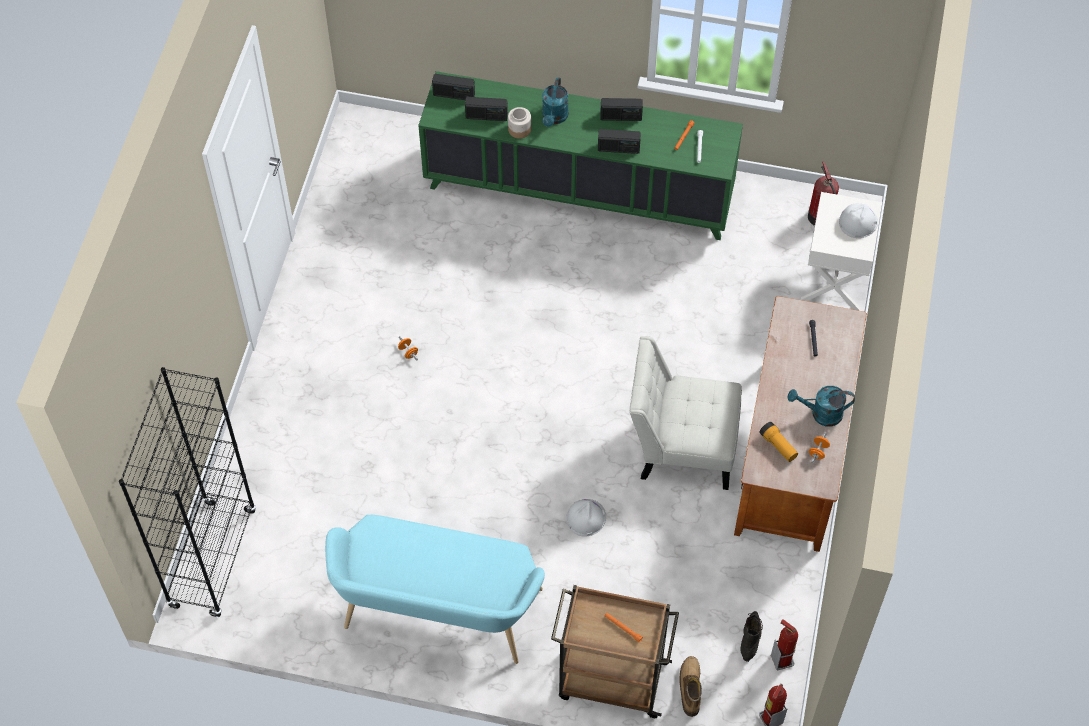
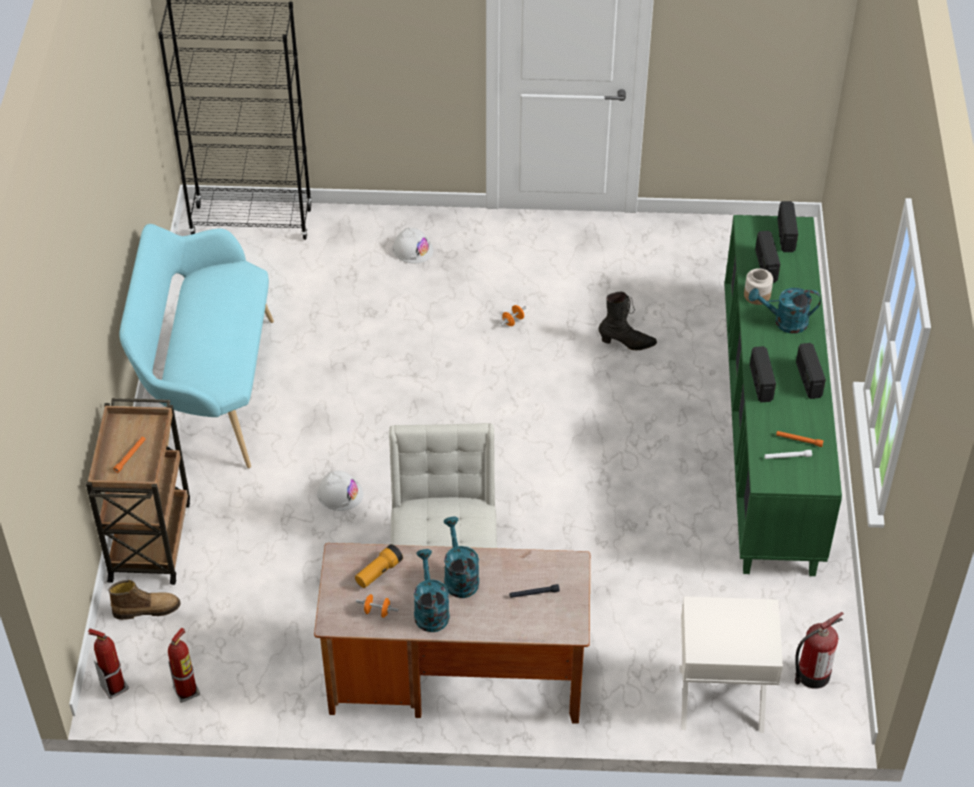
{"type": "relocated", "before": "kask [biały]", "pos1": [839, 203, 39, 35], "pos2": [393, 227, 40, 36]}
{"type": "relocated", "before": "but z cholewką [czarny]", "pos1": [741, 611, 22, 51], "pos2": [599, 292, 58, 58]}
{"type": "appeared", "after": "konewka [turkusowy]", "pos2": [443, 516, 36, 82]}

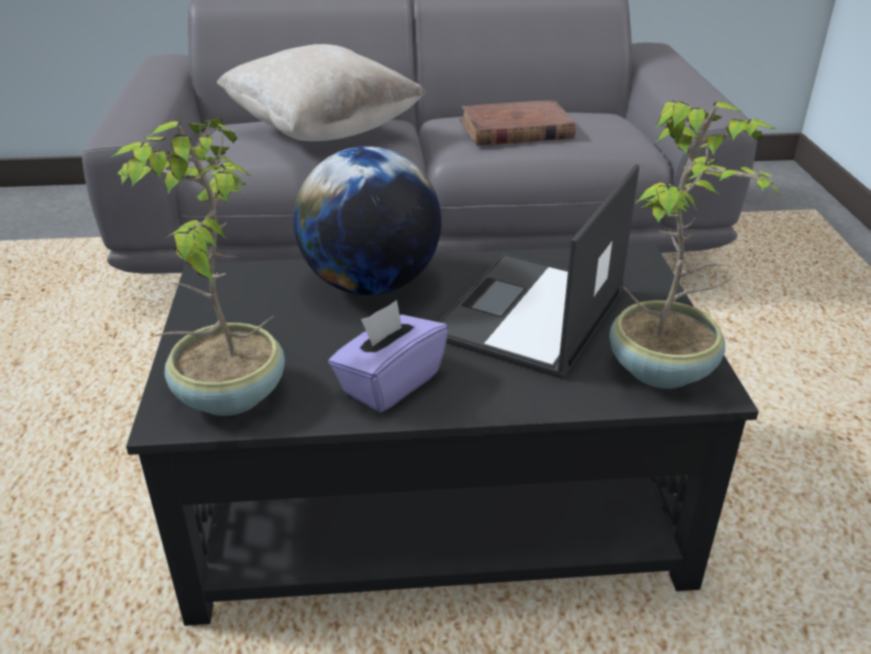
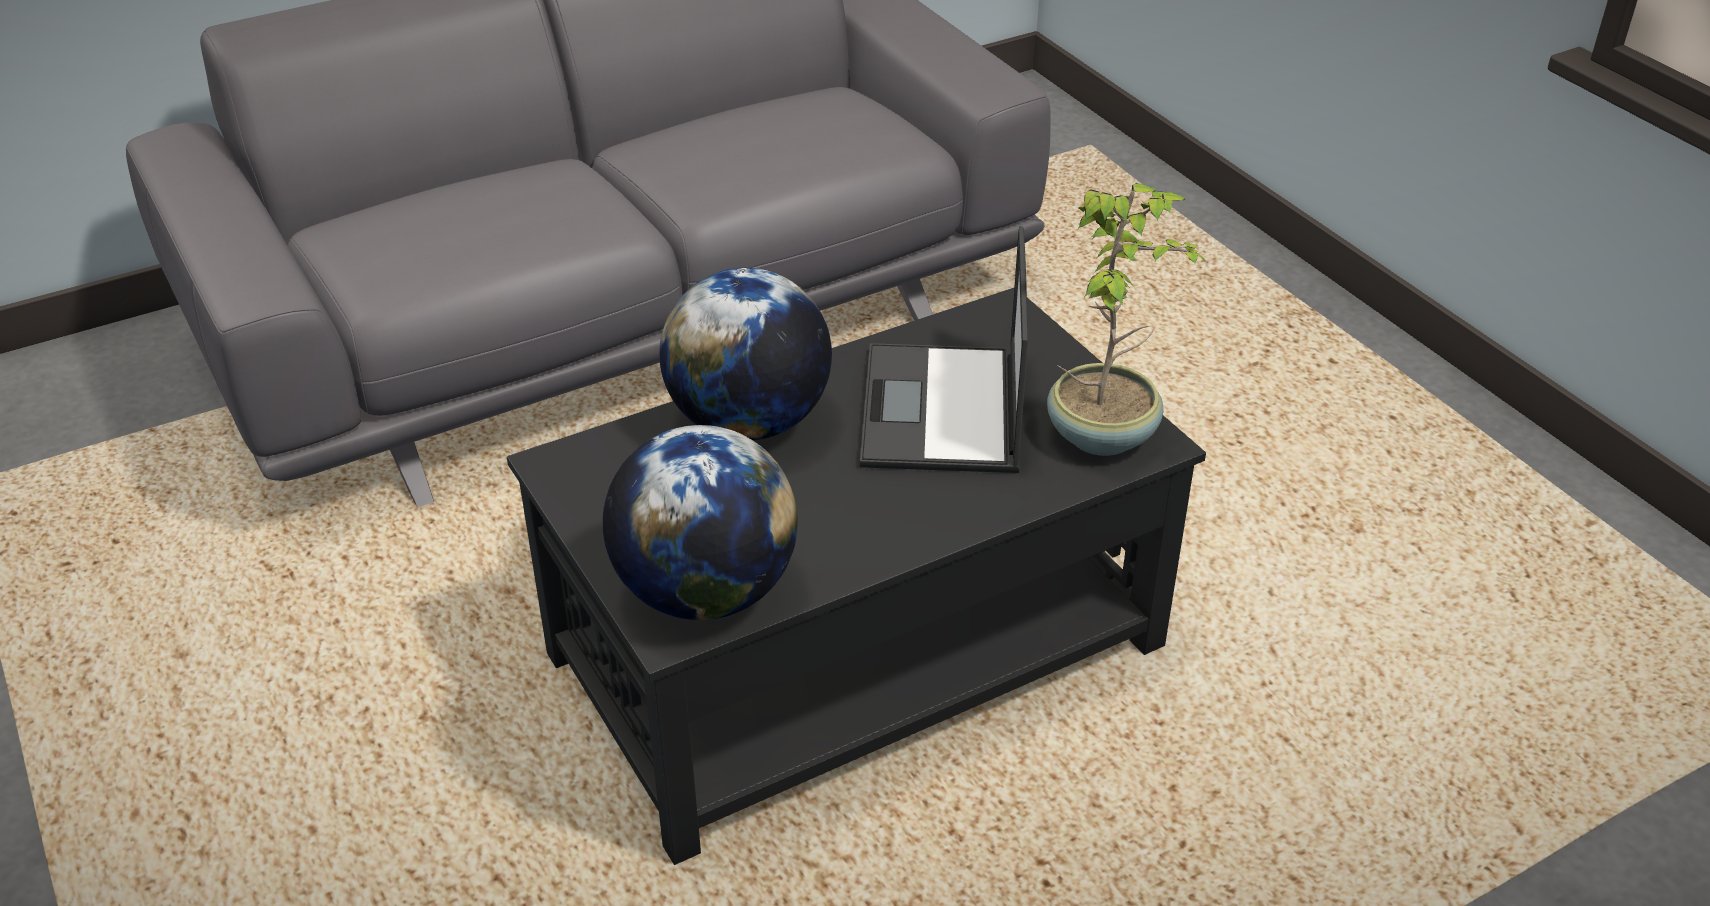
{"type": "missing", "before": "poduszka [beżowy]", "pos1": [217, 44, 209, 97]}
{"type": "missing", "before": "książka [brązowy]", "pos1": [459, 100, 117, 46]}
{"type": "exchanged", "before": "roślina doniczkowa", "after": "globus", "pos1": [112, 118, 173, 298], "pos2": [603, 425, 195, 195]}
{"type": "missing", "before": "pudełko chusteczek [fioletowy]", "pos1": [328, 300, 121, 113]}

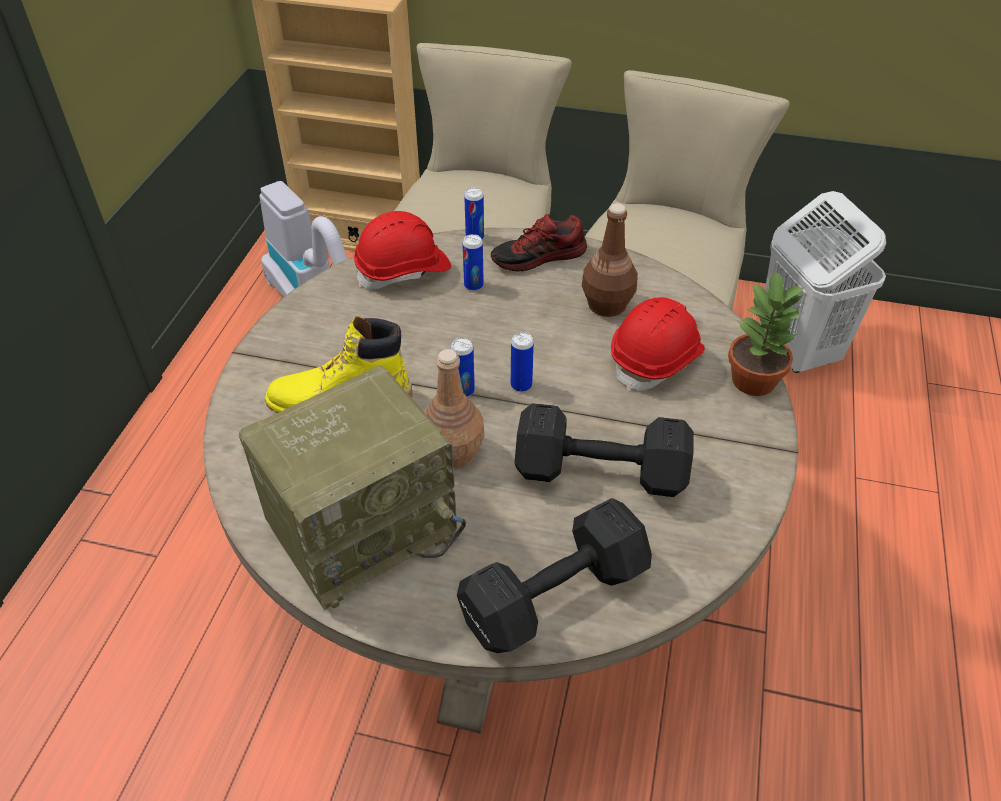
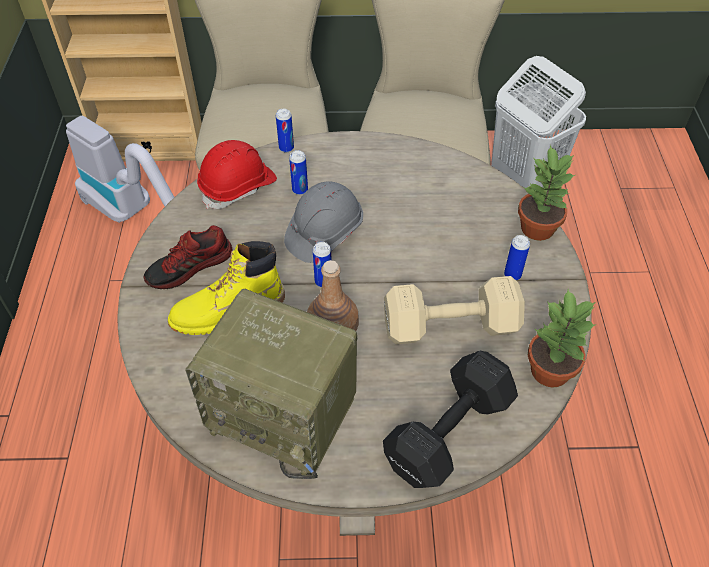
{"type": "missing", "before": "butelka [brązowy]", "pos1": [582, 203, 56, 114]}
{"type": "relocated", "before": "but", "pos1": [491, 214, 96, 57], "pos2": [143, 225, 90, 64]}
{"type": "missing", "before": "kask [czerwony]", "pos1": [611, 297, 94, 94]}
{"type": "relocated", "before": "puszka", "pos1": [511, 332, 23, 60], "pos2": [504, 235, 26, 45]}
{"type": "spun", "before": "radio", "pos1": [239, 365, 227, 245], "pos2": [185, 289, 172, 190], "turn": 75}
{"type": "colour", "before": "hantel [czarny]", "after": "hantel [beżowy]", "pos1": [515, 403, 179, 94], "pos2": [384, 276, 141, 68]}
{"type": "appeared", "after": "kask [szary]", "pos2": [284, 181, 79, 82]}
{"type": "appeared", "after": "roślina doniczkowa", "pos2": [528, 289, 68, 99]}

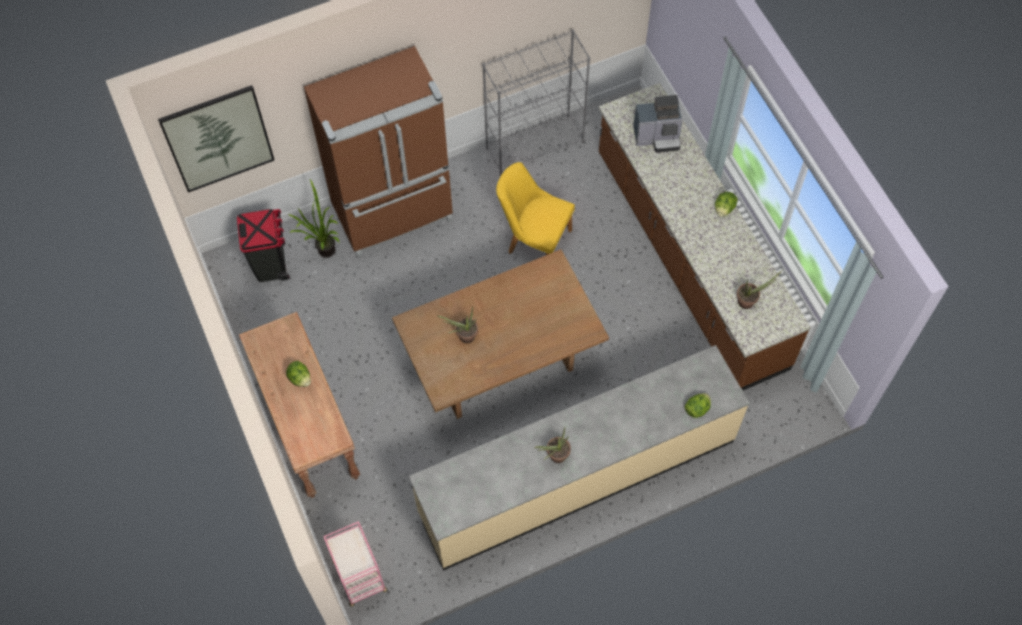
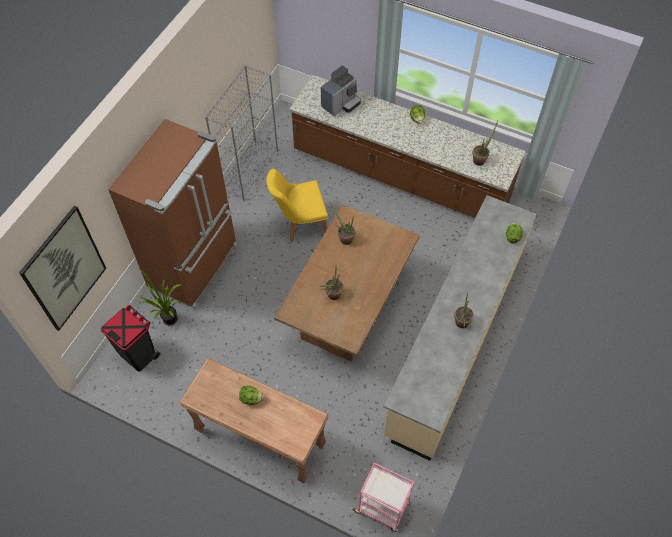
{"type": "appeared", "after": "roślina doniczkowa", "pos2": [330, 203, 25, 42]}

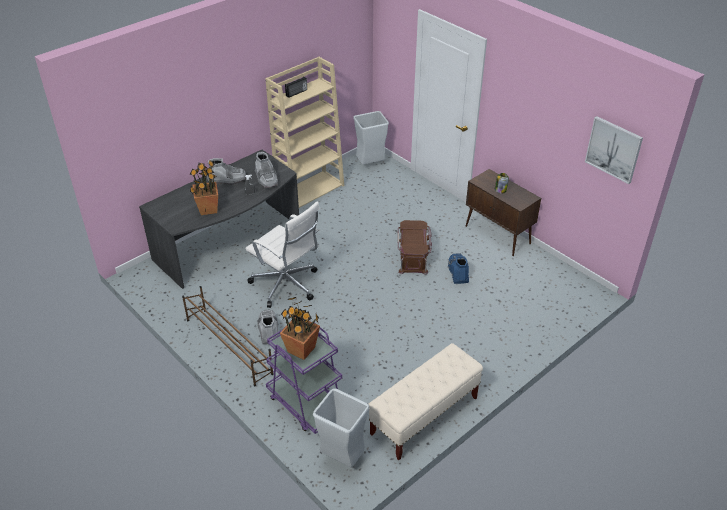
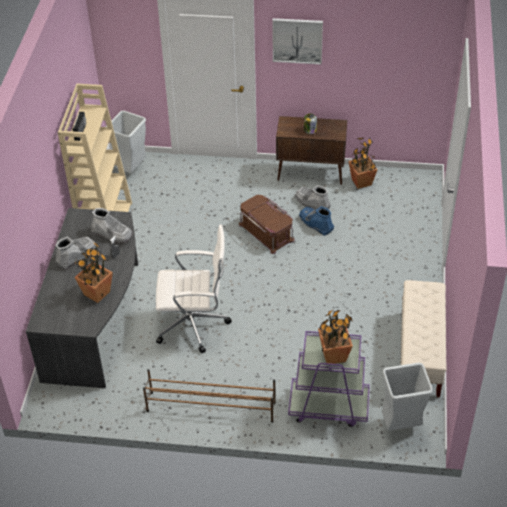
{"type": "relocated", "before": "obraz", "pos1": [585, 116, 58, 68], "pos2": [272, 18, 51, 46]}
{"type": "relocated", "before": "but z cholewką [szary]", "pos1": [257, 310, 21, 35], "pos2": [295, 185, 36, 24]}
{"type": "appeared", "after": "roślina doniczkowa", "pos2": [348, 138, 30, 51]}

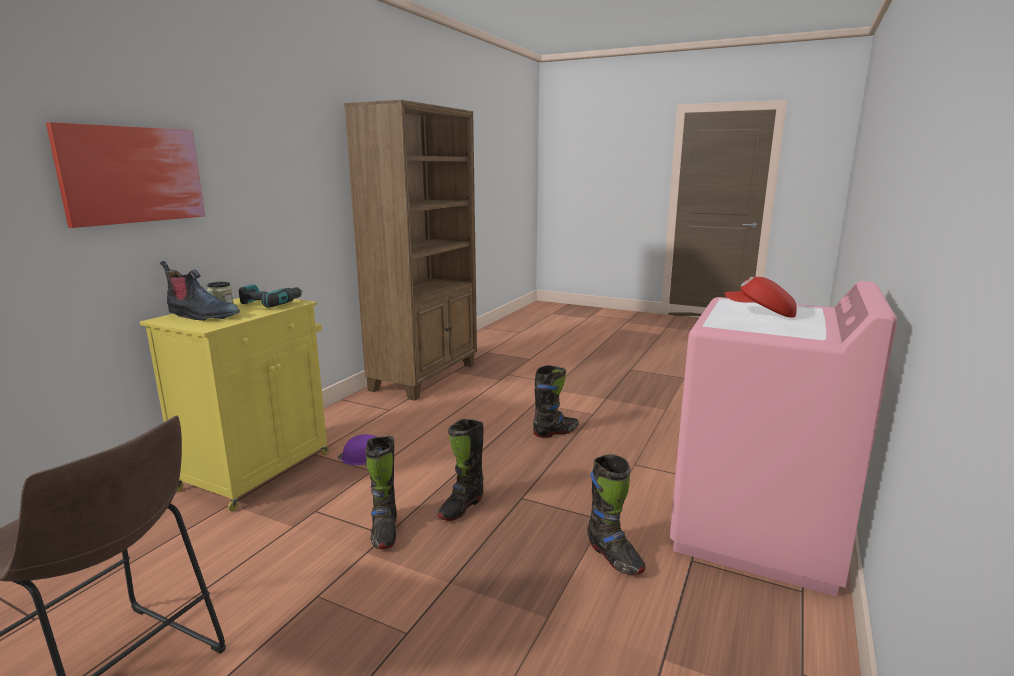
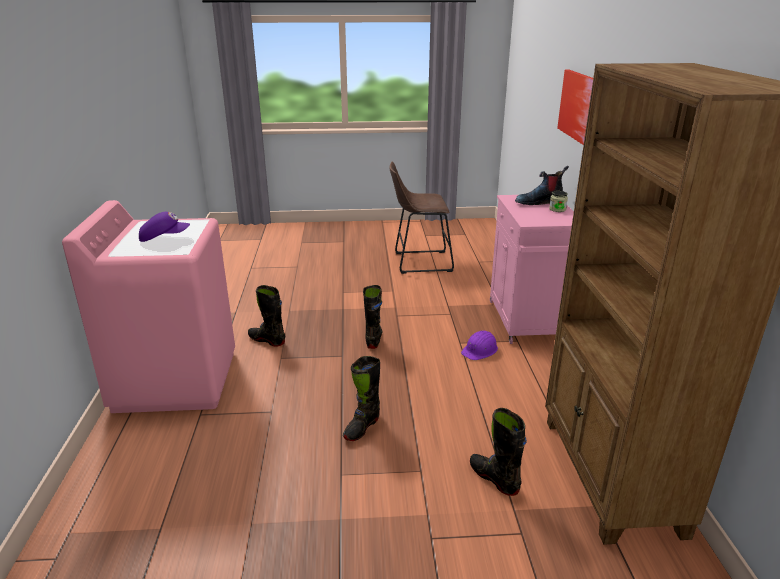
{"type": "colour", "before": "czapka z daszkiem [czerwony]", "after": "czapka z daszkiem [fioletowy]", "pos1": [724, 276, 73, 42], "pos2": [139, 212, 51, 30]}
{"type": "missing", "before": "wiertarka", "pos1": [239, 285, 64, 23]}
{"type": "colour", "before": "szafka [żółty]", "after": "szafka [różowy]", "pos1": [140, 298, 189, 213], "pos2": [490, 195, 84, 149]}
{"type": "relocated", "before": "but z cholewką [czarny]", "pos1": [365, 436, 32, 113], "pos2": [470, 408, 57, 88]}

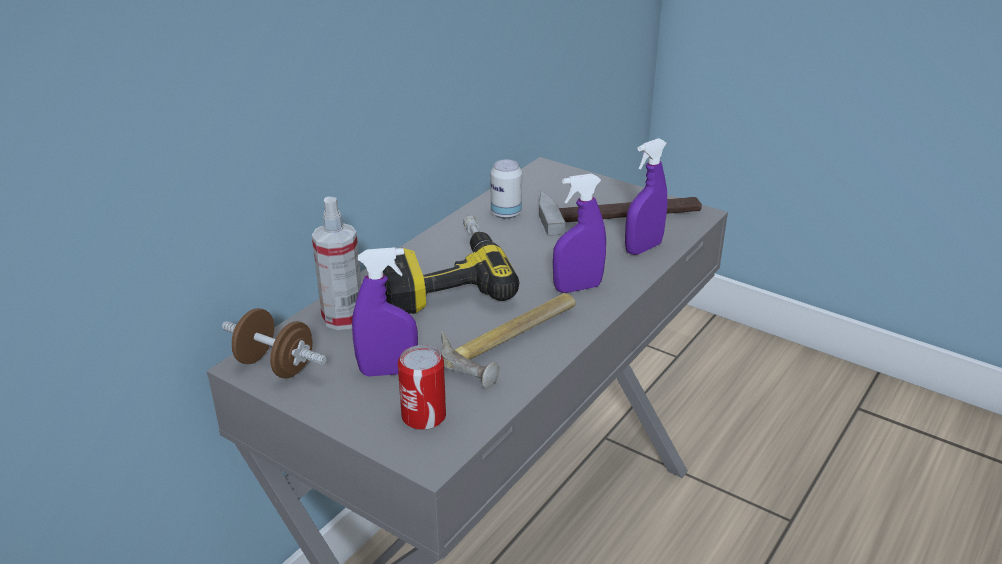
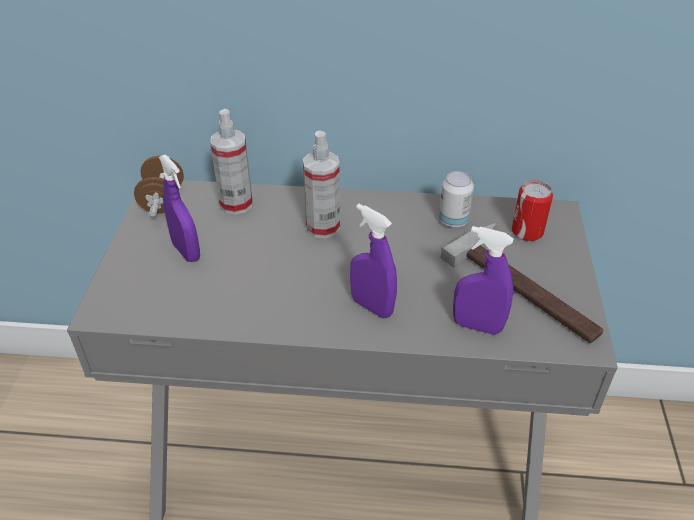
{"type": "exchanged", "before": "wiertarka", "after": "spryskiwacz", "pos1": [383, 215, 136, 99], "pos2": [303, 130, 37, 109]}
{"type": "missing", "before": "młotek", "pos1": [441, 293, 135, 96]}
{"type": "relocated", "before": "puszka", "pos1": [398, 345, 48, 85], "pos2": [512, 180, 41, 61]}

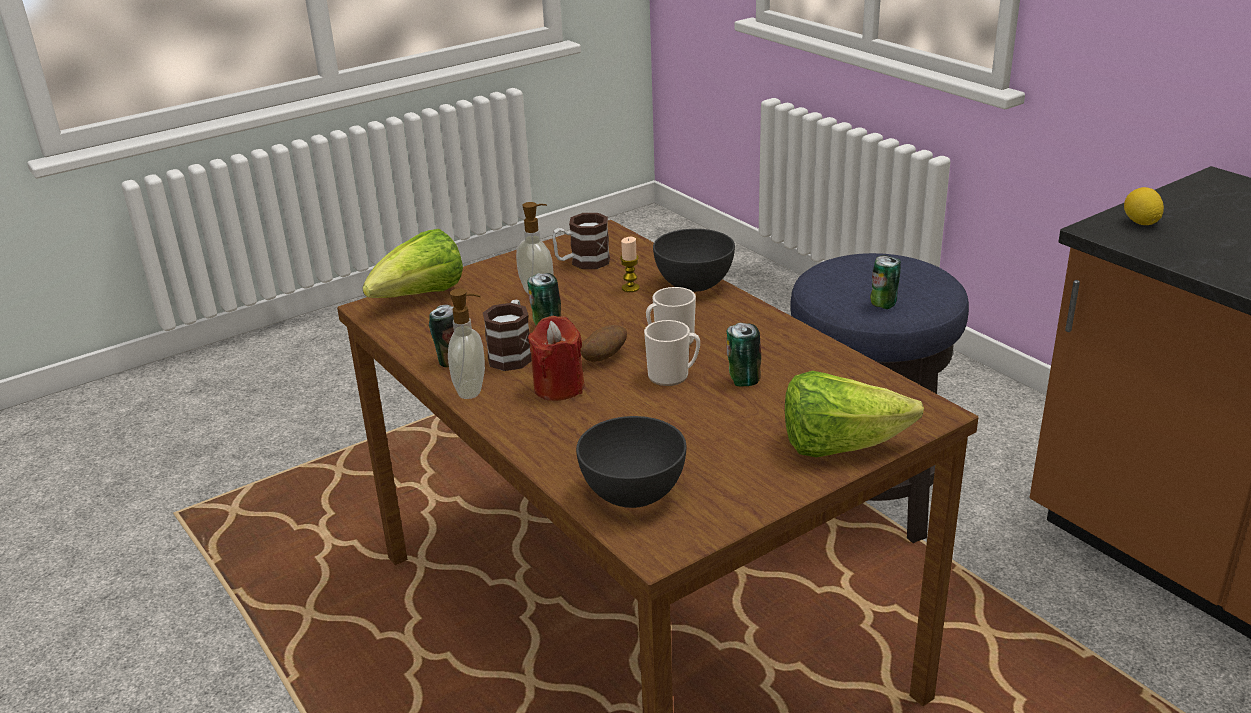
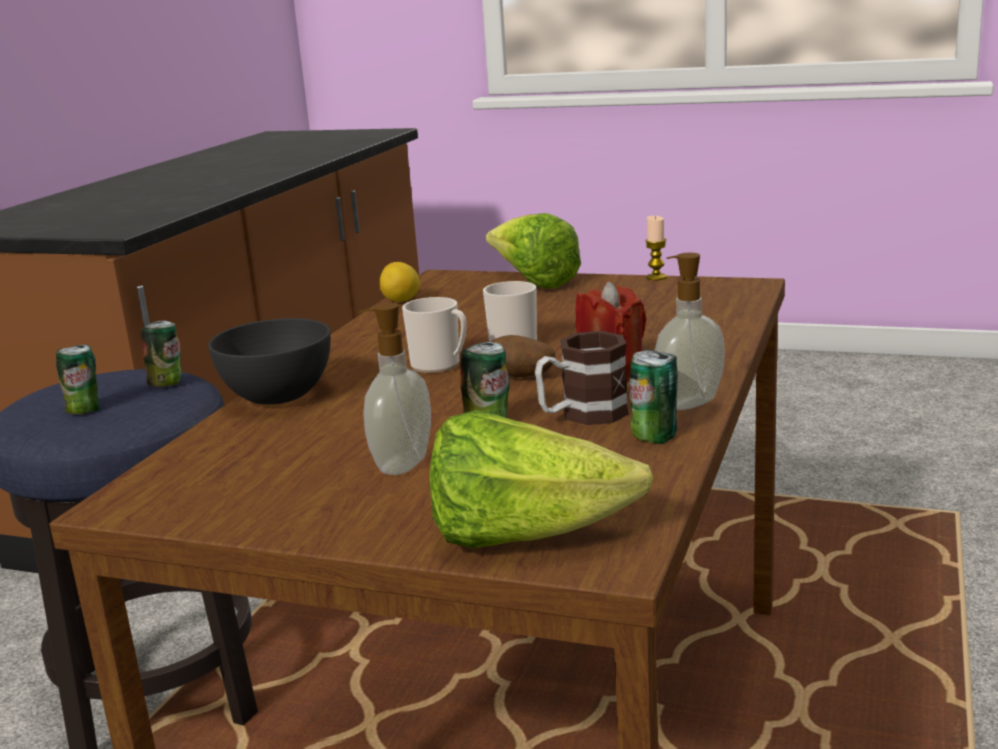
{"type": "relocated", "before": "cytryna", "pos1": [1124, 187, 40, 38], "pos2": [379, 262, 41, 40]}
{"type": "missing", "before": "kubek", "pos1": [552, 213, 58, 56]}
{"type": "relocated", "before": "świeca", "pos1": [620, 237, 20, 55], "pos2": [645, 216, 22, 64]}
{"type": "relocated", "before": "puszka", "pos1": [726, 323, 35, 63], "pos2": [56, 345, 43, 69]}
{"type": "missing", "before": "miska [szary]", "pos1": [576, 416, 110, 92]}

